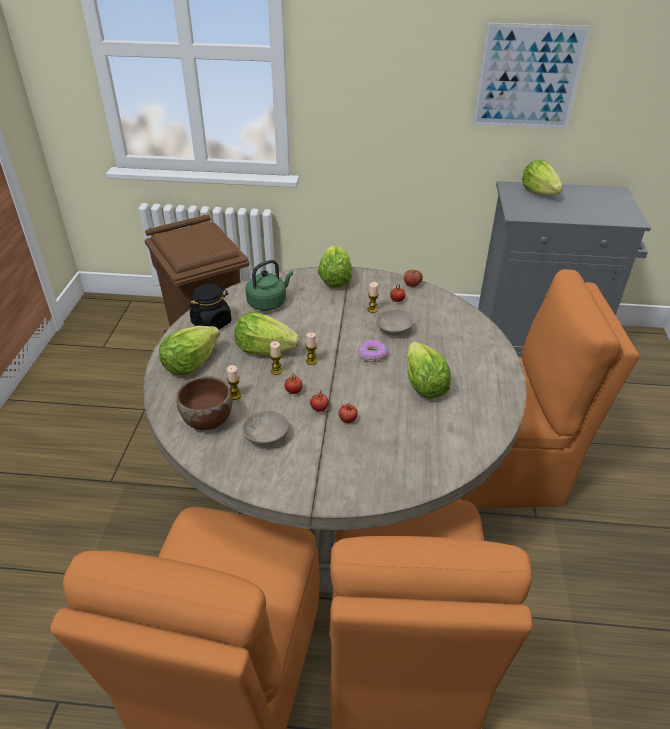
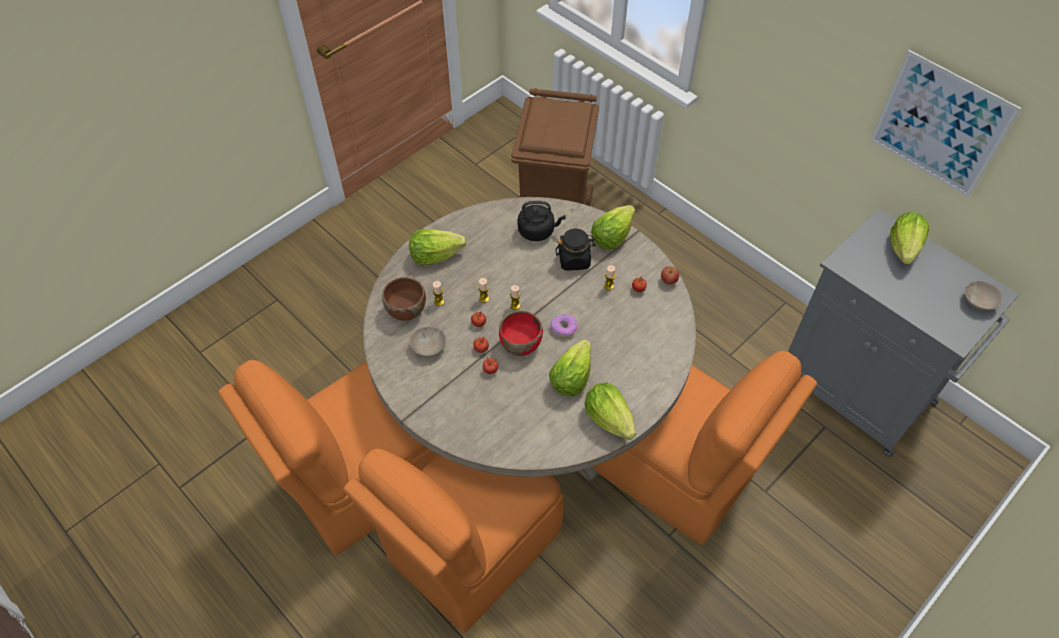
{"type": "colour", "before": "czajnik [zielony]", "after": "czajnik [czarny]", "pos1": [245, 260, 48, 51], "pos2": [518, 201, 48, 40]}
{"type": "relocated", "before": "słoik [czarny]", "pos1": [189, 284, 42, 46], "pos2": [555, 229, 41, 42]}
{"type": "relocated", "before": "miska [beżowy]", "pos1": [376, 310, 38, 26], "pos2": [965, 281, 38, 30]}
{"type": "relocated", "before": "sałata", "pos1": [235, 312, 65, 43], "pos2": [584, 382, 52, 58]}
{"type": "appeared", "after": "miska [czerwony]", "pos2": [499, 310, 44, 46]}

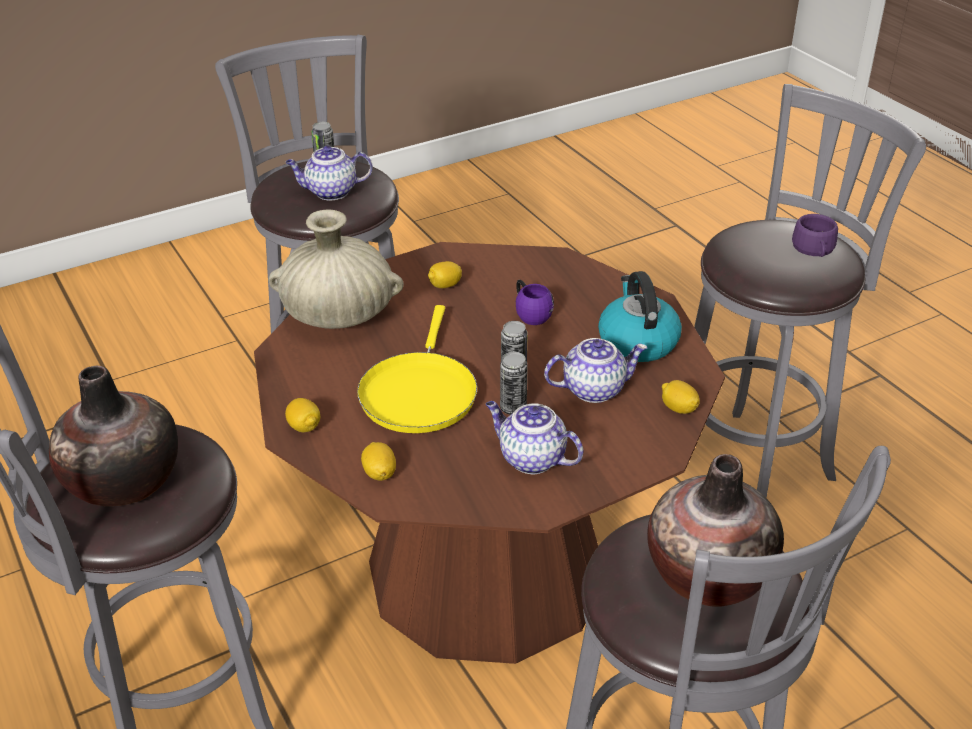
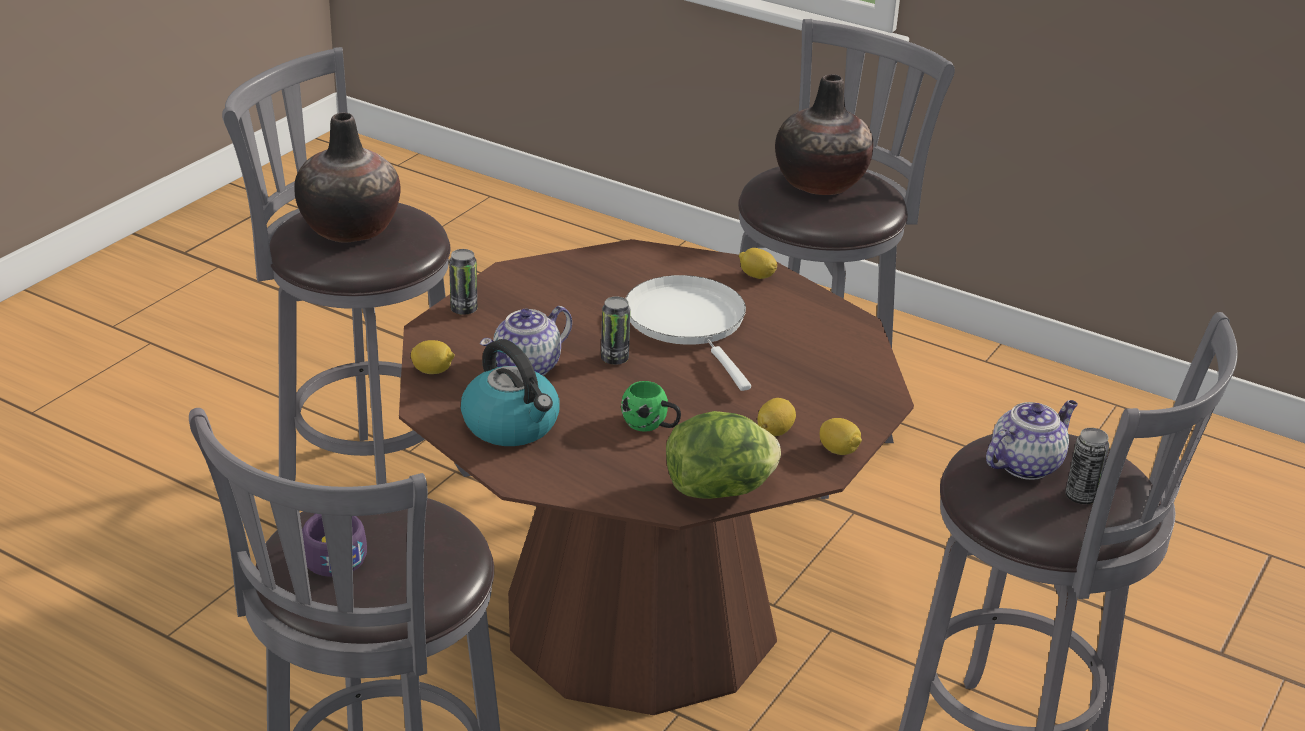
{"type": "missing", "before": "wazon [beżowy]", "pos1": [268, 209, 136, 120]}
{"type": "colour", "before": "kubek [fioletowy]", "after": "kubek [zielony]", "pos1": [516, 280, 38, 45], "pos2": [621, 381, 60, 51]}
{"type": "colour", "before": "patelnia [żółty]", "after": "patelnia [biały]", "pos1": [357, 305, 120, 128], "pos2": [625, 275, 126, 116]}
{"type": "relocated", "before": "puszka", "pos1": [500, 352, 28, 63], "pos2": [449, 249, 28, 66]}
{"type": "missing", "before": "imbryk", "pos1": [486, 401, 97, 74]}
{"type": "relocated", "before": "cytryna", "pos1": [361, 442, 35, 39], "pos2": [820, 418, 42, 37]}
{"type": "appeared", "after": "sałata", "pos2": [666, 411, 115, 88]}

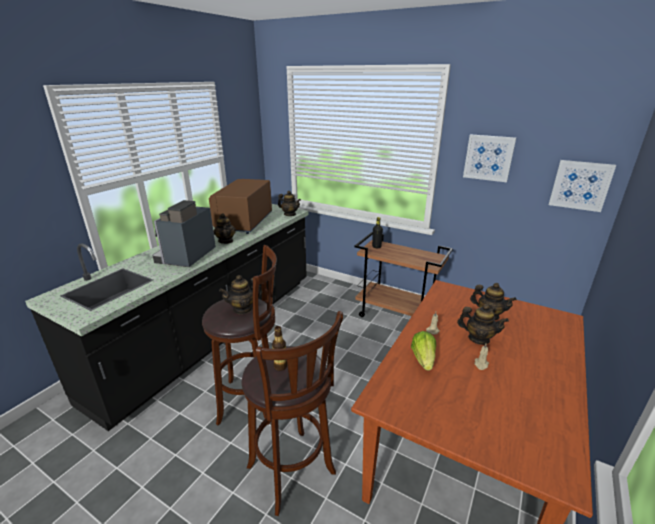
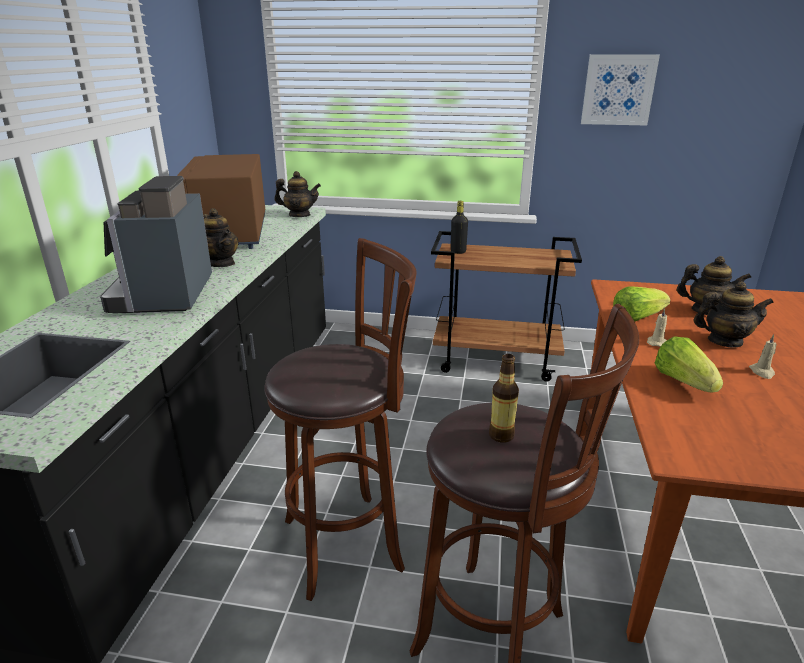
{"type": "missing", "before": "obraz", "pos1": [549, 160, 67, 52]}
{"type": "missing", "before": "imbryk", "pos1": [219, 275, 43, 39]}
{"type": "appeared", "after": "sałata", "pos2": [613, 286, 57, 36]}

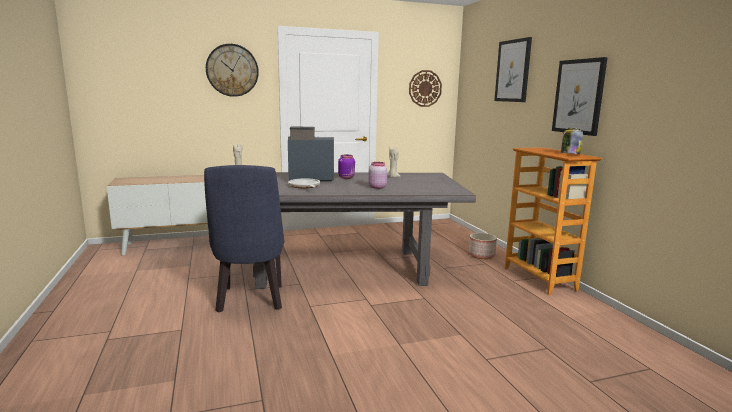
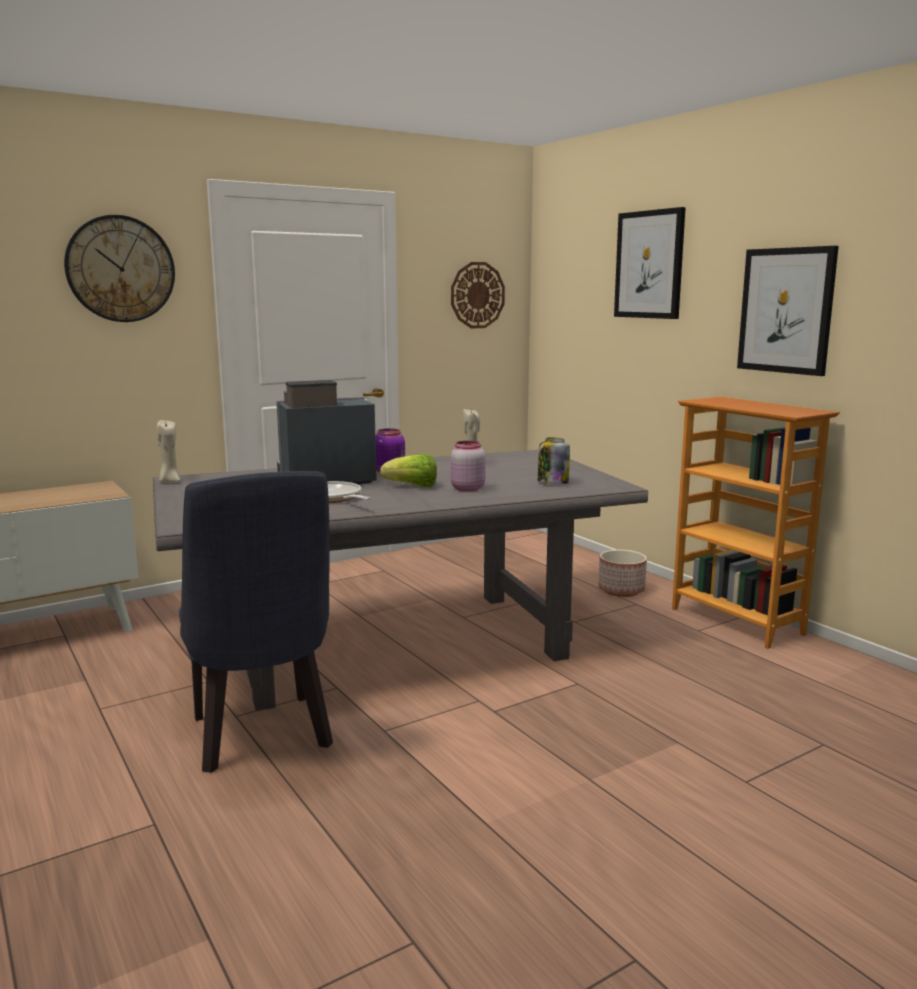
{"type": "relocated", "before": "słoik", "pos1": [561, 128, 22, 26], "pos2": [538, 437, 32, 47]}
{"type": "appeared", "after": "sałata", "pos2": [380, 454, 57, 33]}

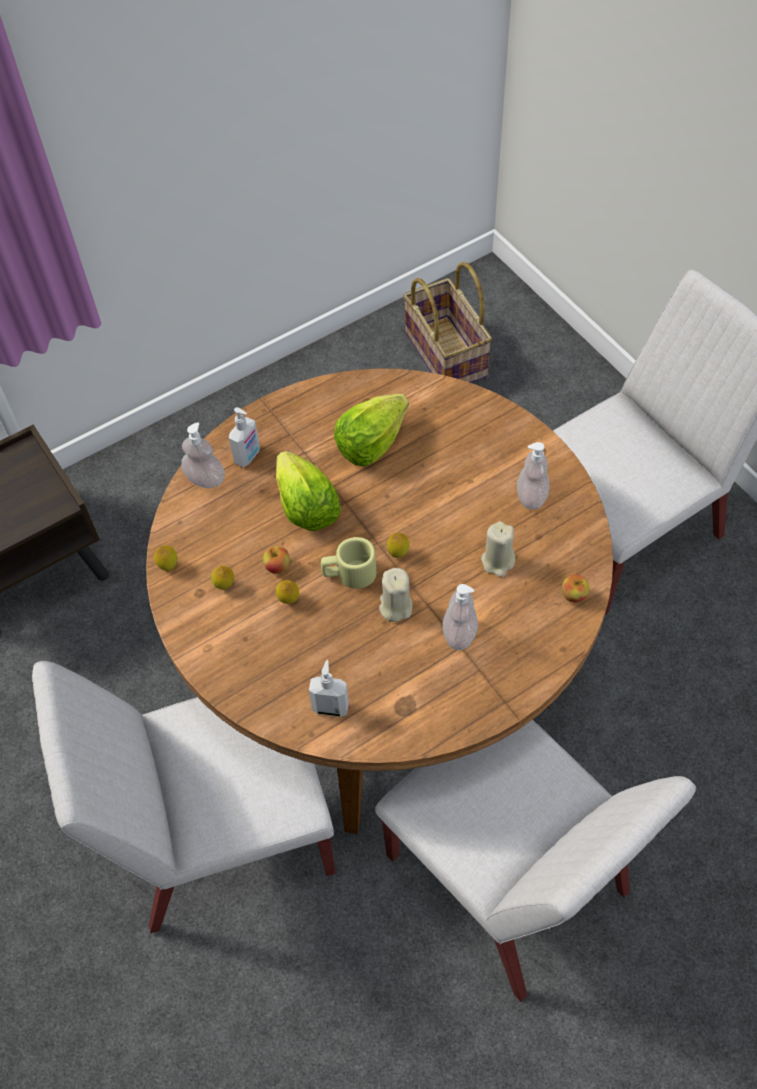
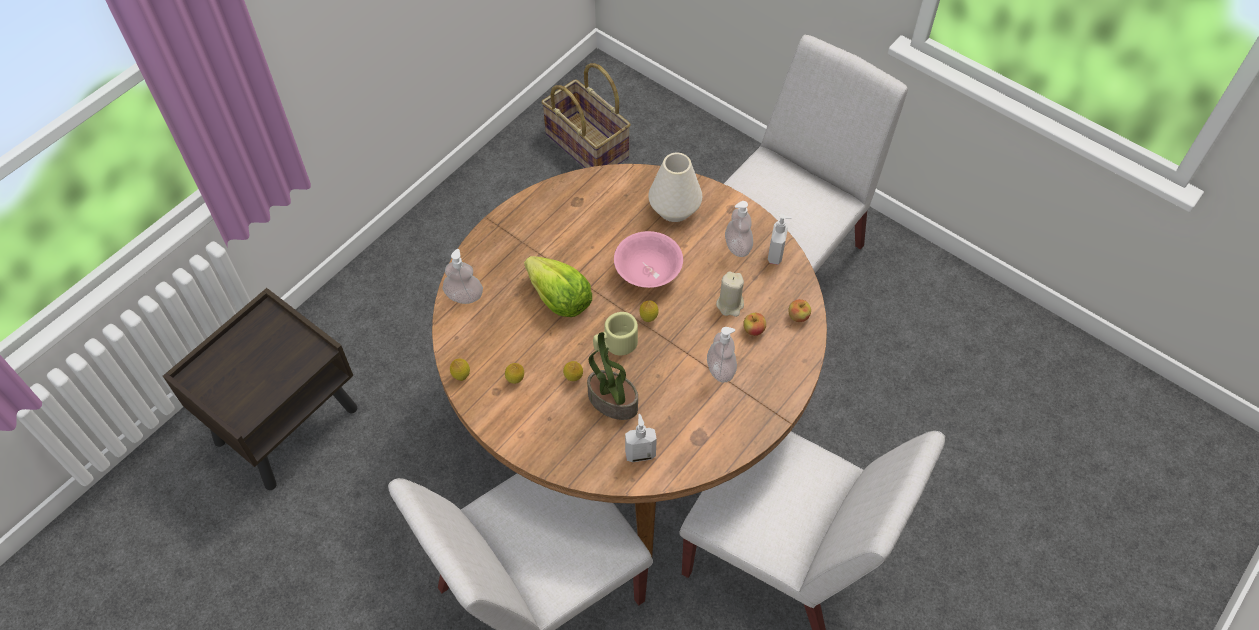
{"type": "missing", "before": "sałata", "pos1": [334, 394, 75, 73]}
{"type": "relocated", "before": "dozownik mydła", "pos1": [229, 407, 31, 60], "pos2": [768, 214, 24, 51]}
{"type": "relocated", "before": "jabłko", "pos1": [263, 546, 27, 28], "pos2": [743, 313, 23, 23]}
{"type": "missing", "before": "świeca [beżowy]", "pos1": [379, 568, 34, 54]}
{"type": "appeared", "after": "wazon [biały]", "pos2": [648, 153, 54, 69]}
{"type": "appeared", "after": "miska [różowy]", "pos2": [614, 231, 69, 57]}
{"type": "appeared", "after": "roślina doniczkowa", "pos2": [587, 332, 51, 88]}

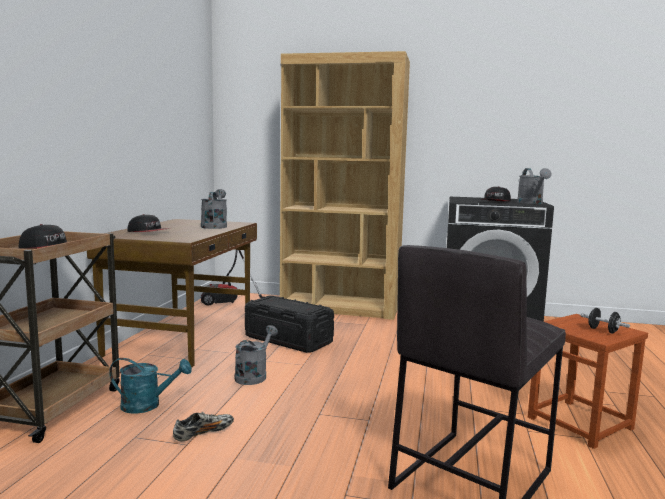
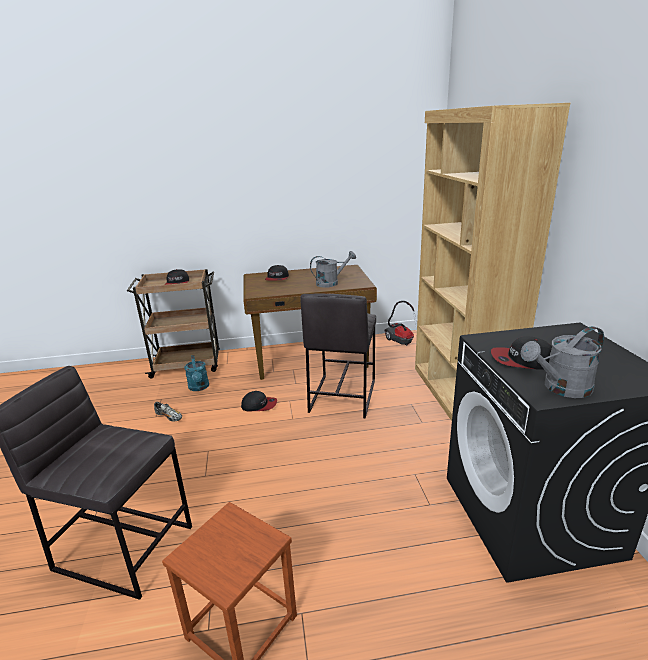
{"type": "exchanged", "before": "pojemnik do przechowywania [czarny]", "after": "stołek [szary]", "pos1": [245, 296, 89, 57], "pos2": [300, 294, 76, 125]}
{"type": "missing", "before": "hantel [czarny]", "pos1": [580, 308, 50, 25]}
{"type": "exchanged", "before": "konewka [szary]", "after": "czapka z daszkiem", "pos1": [234, 325, 44, 60], "pos2": [241, 391, 36, 20]}

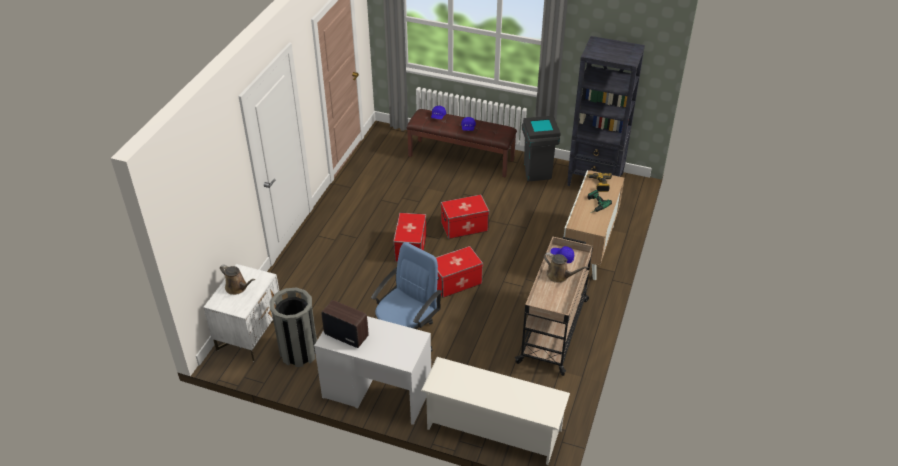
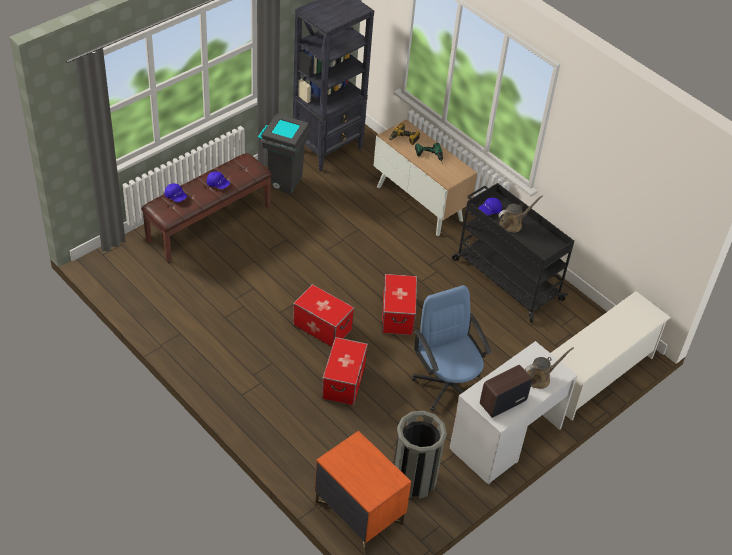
{"type": "relocated", "before": "pojemnik do przechowywania", "pos1": [441, 194, 48, 45], "pos2": [322, 337, 46, 69]}
{"type": "colour", "before": "wózek [beżowy]", "after": "wózek [czarny]", "pos1": [515, 237, 78, 139], "pos2": [452, 183, 122, 140]}
{"type": "colour", "before": "szafka nocna [biały]", "after": "szafka nocna [pomarańczowy]", "pos1": [203, 264, 76, 98], "pos2": [315, 430, 97, 123]}
{"type": "relocated", "before": "konewka [brązowy]", "pos1": [220, 264, 35, 31], "pos2": [524, 347, 50, 42]}

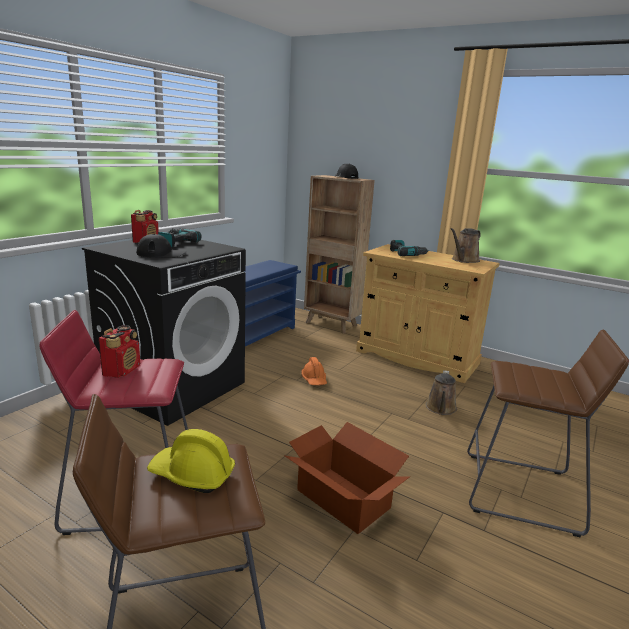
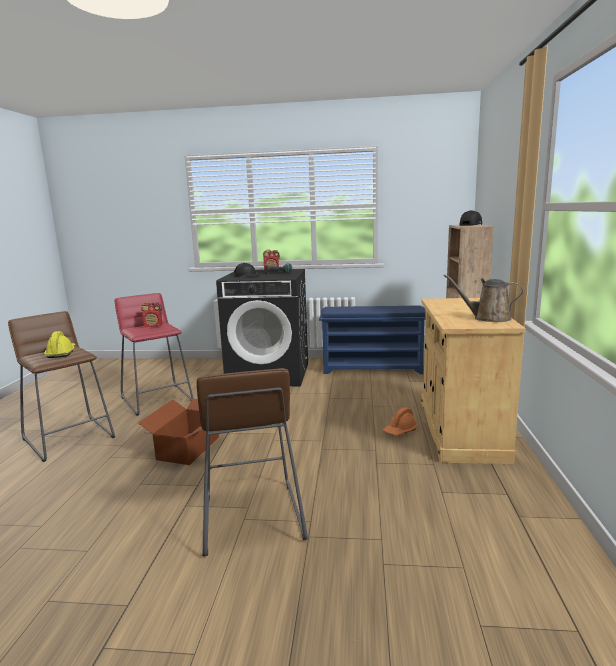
{"type": "missing", "before": "wiertarka", "pos1": [390, 240, 39, 16]}
{"type": "relocated", "before": "kask [pomarańczowy]", "pos1": [301, 357, 26, 28], "pos2": [383, 407, 35, 28]}
{"type": "missing", "before": "konewka [brązowy]", "pos1": [426, 370, 31, 45]}

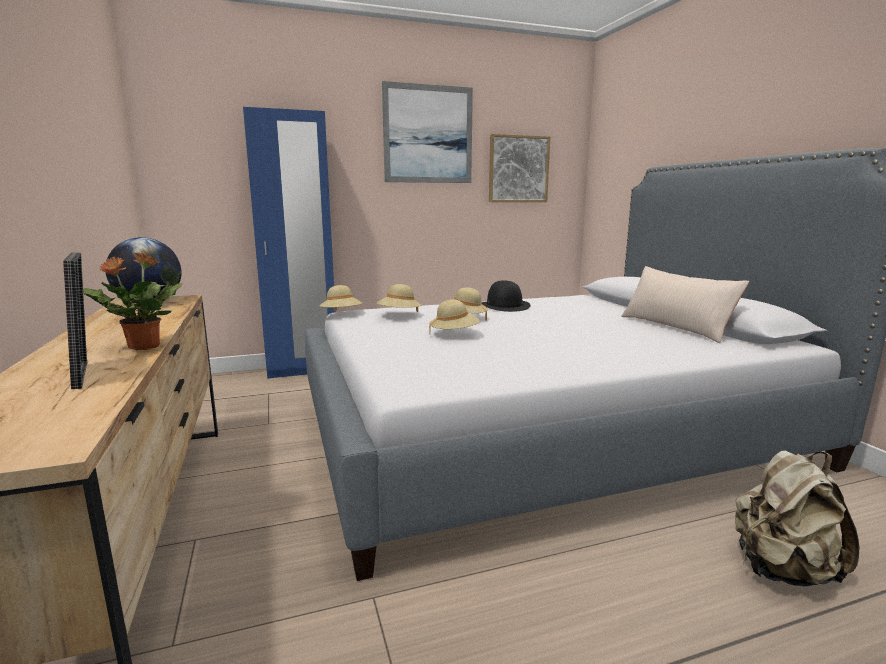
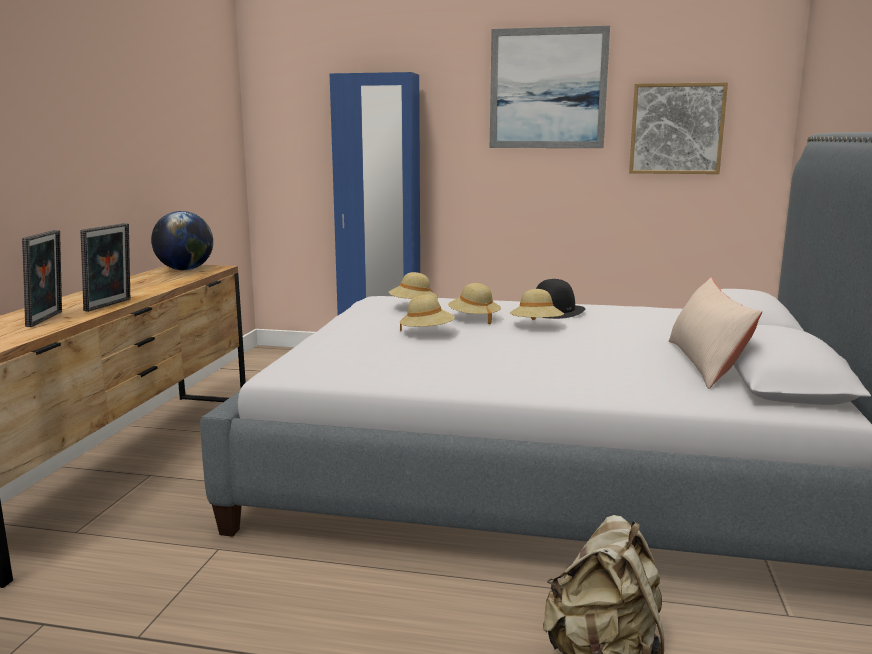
{"type": "exchanged", "before": "roślina doniczkowa", "after": "ramka na zdjęcie", "pos1": [83, 252, 100, 98], "pos2": [80, 223, 51, 89]}
{"type": "relocated", "before": "kapelusz [beżowy]", "pos1": [319, 285, 44, 26], "pos2": [510, 289, 54, 31]}

